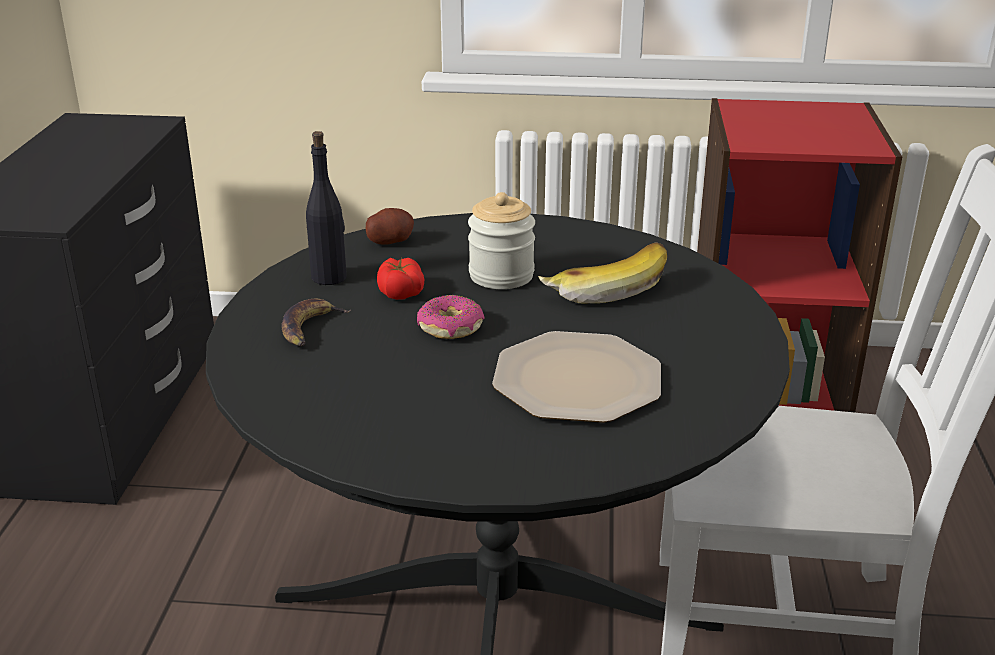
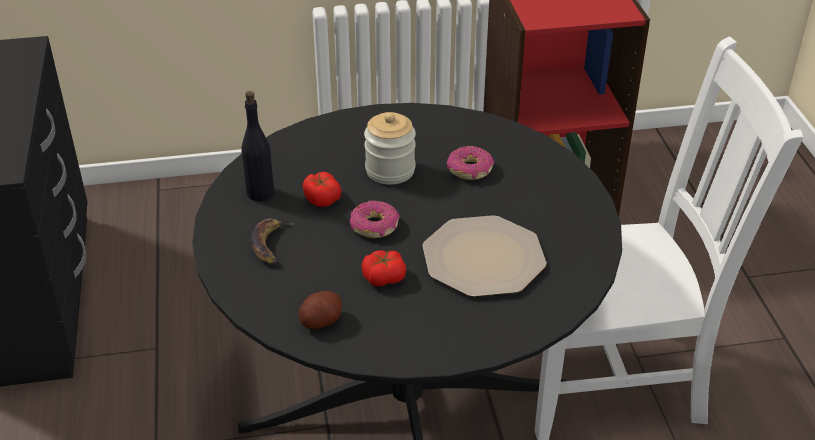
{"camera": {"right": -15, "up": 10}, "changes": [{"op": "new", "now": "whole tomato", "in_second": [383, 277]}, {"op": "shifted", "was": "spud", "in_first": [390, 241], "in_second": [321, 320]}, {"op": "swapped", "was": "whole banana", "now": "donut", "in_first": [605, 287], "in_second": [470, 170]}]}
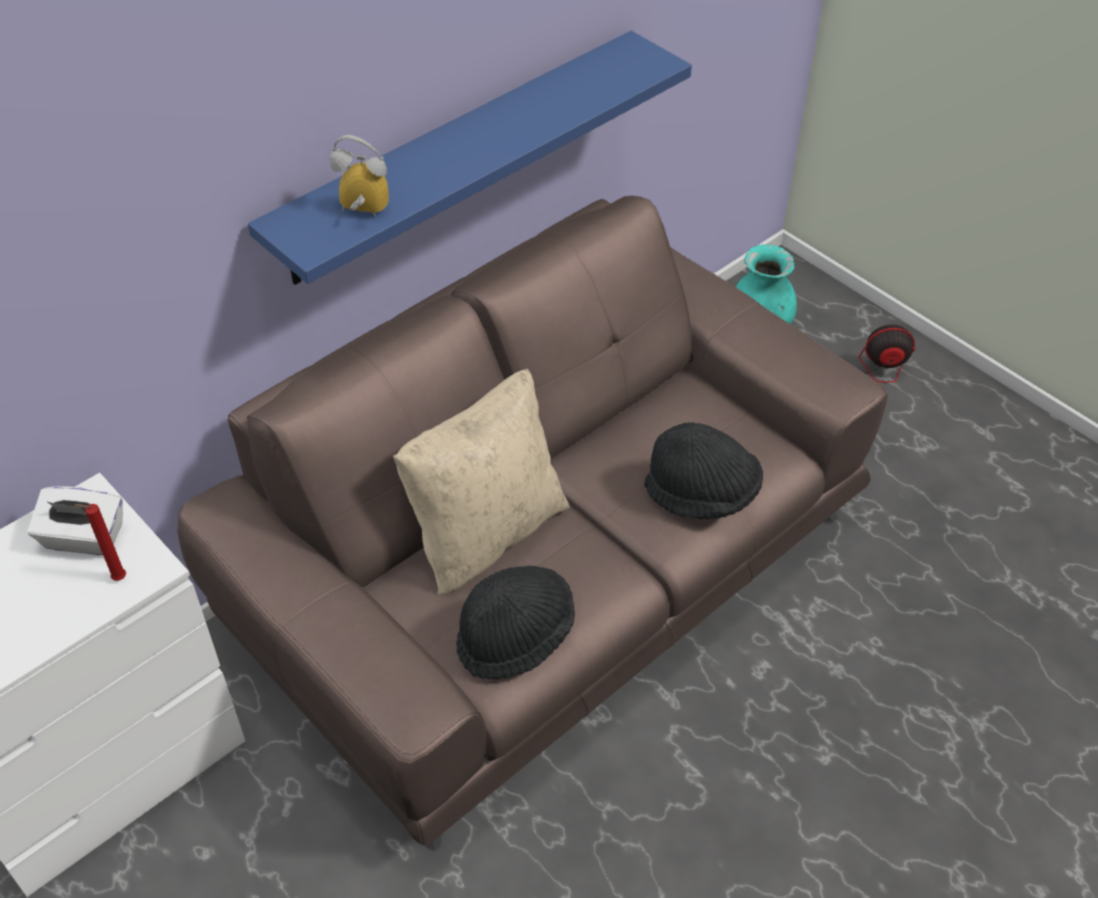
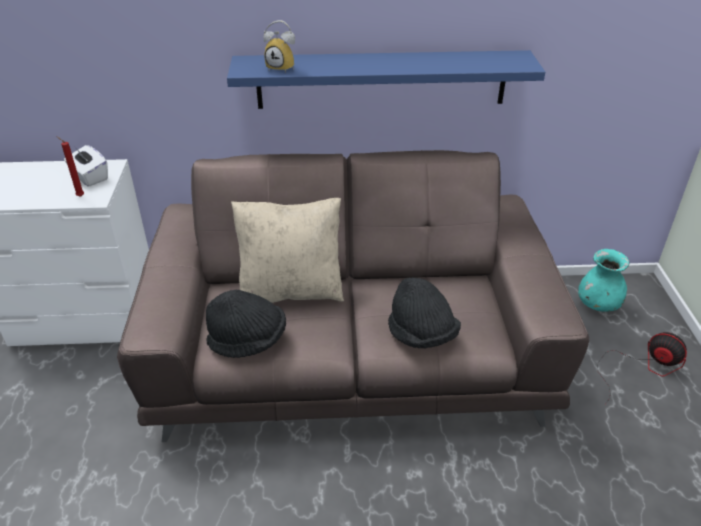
{"camera": {"right": 40, "up": -10}, "changes": [{"op": "rotated", "was": "alarm clock", "in_first": [361, 213], "in_second": [283, 68], "clockwise": 150}]}
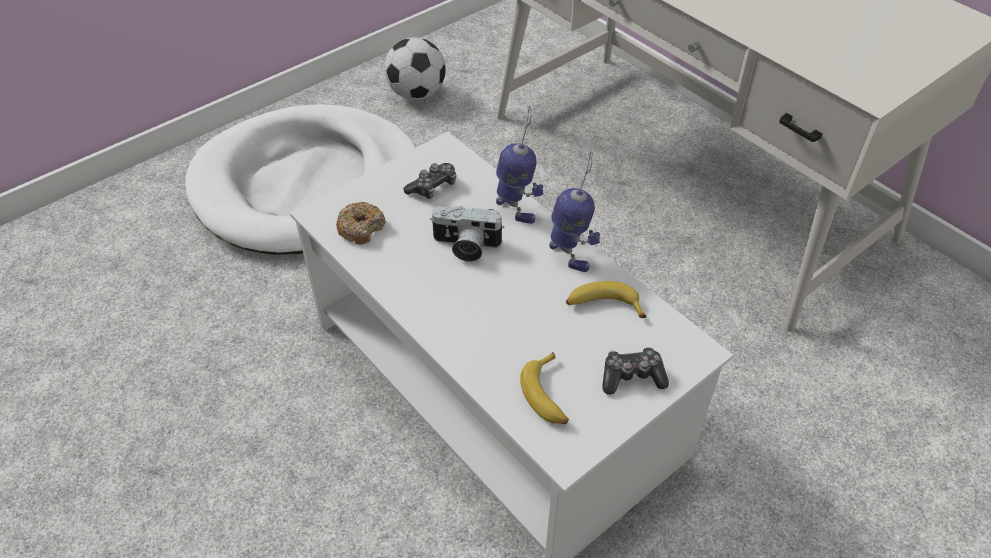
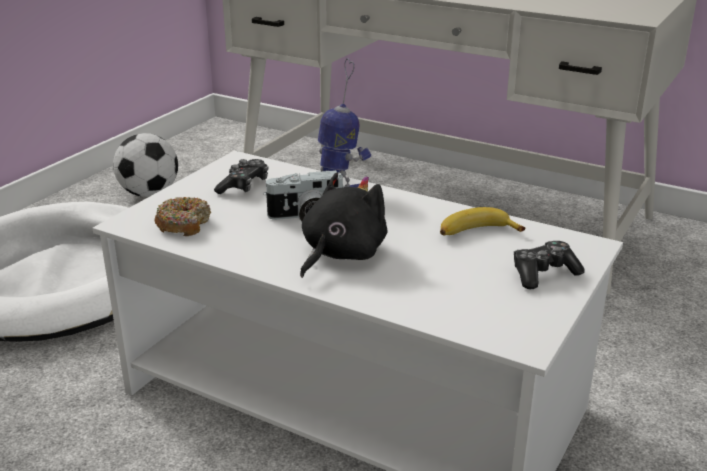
{"camera": {"right": -20, "up": -20}, "changes": [{"op": "gone", "was": "whole banana", "in_first": [548, 395]}, {"op": "gone", "was": "toy robot", "in_first": [570, 255]}, {"op": "new", "now": "cuddly toy (black)", "in_second": [340, 254]}]}
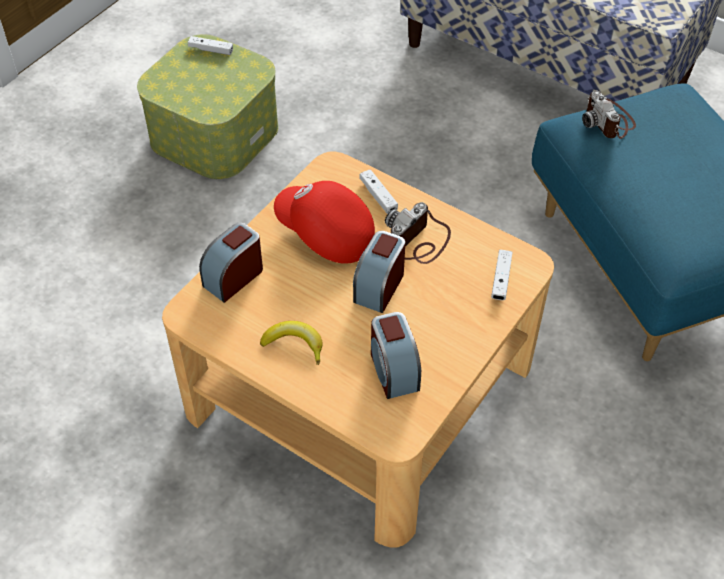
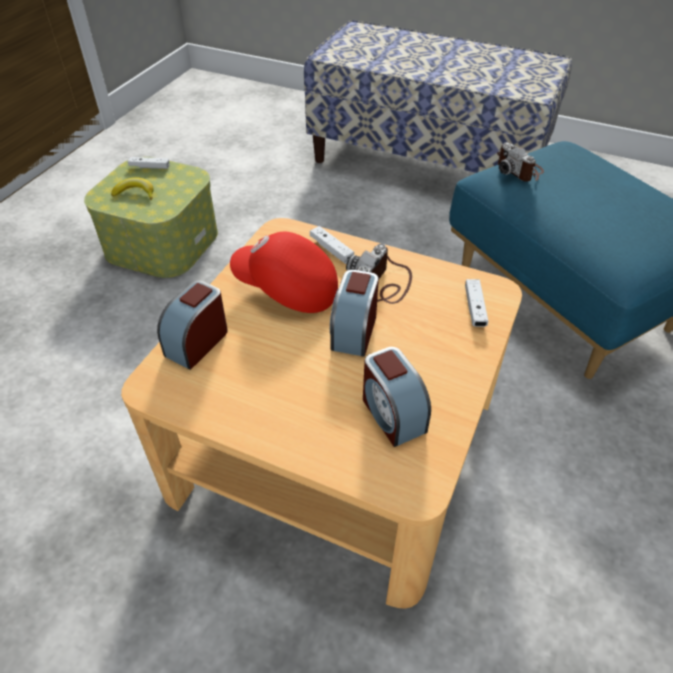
{"camera": {"right": -10, "up": -5}, "changes": [{"op": "shifted", "was": "whole banana", "in_first": [295, 344], "in_second": [135, 193]}]}
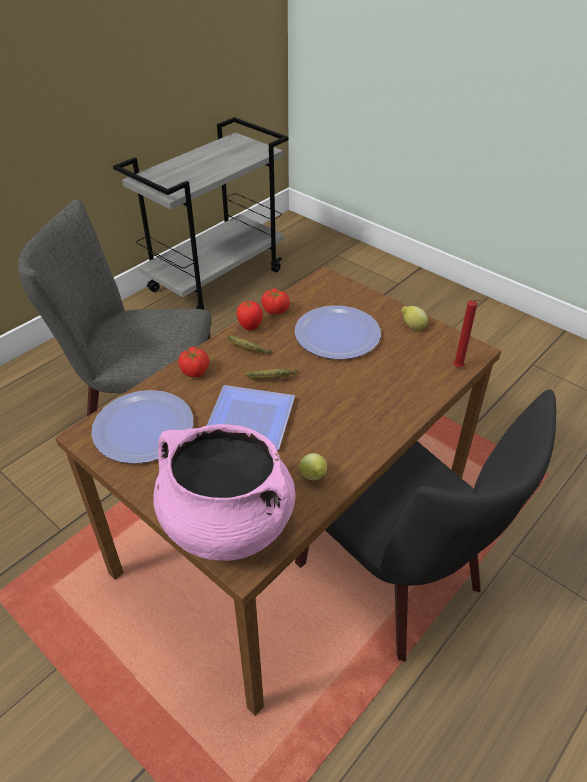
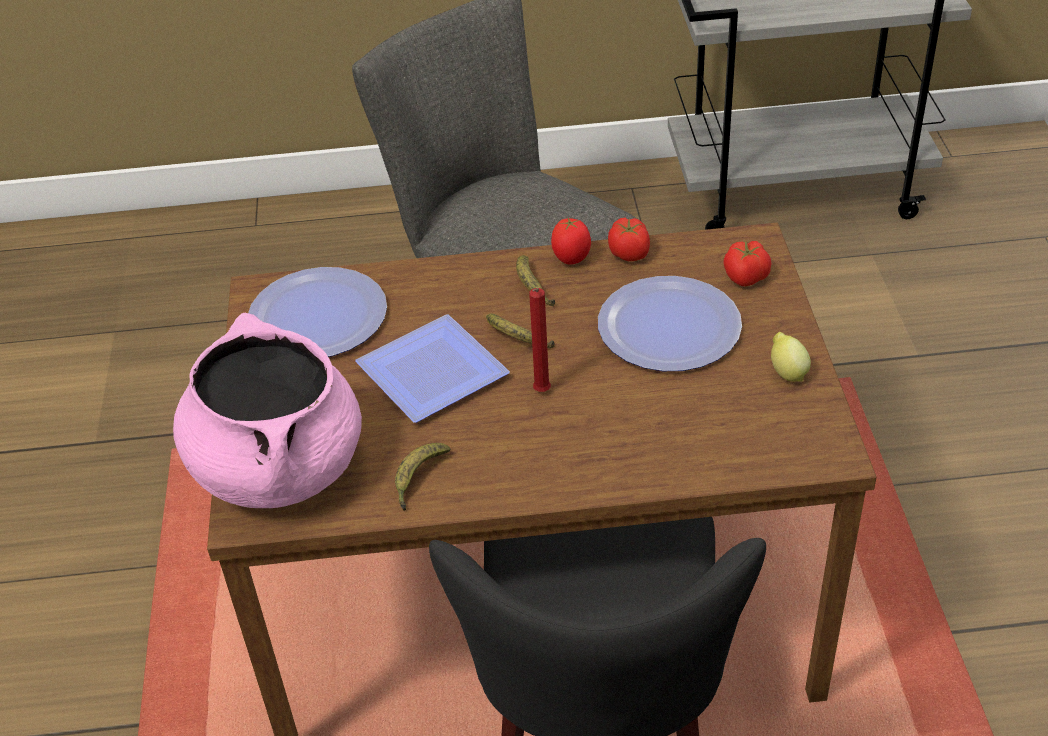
{"camera": {"right": 45, "up": 0}, "changes": [{"op": "shifted", "was": "whole tomato", "in_first": [195, 371], "in_second": [746, 278]}, {"op": "shifted", "was": "wax candle (red)", "in_first": [459, 368], "in_second": [541, 393]}, {"op": "swapped", "was": "whole lemon", "now": "whole banana", "in_first": [313, 477], "in_second": [418, 479]}]}
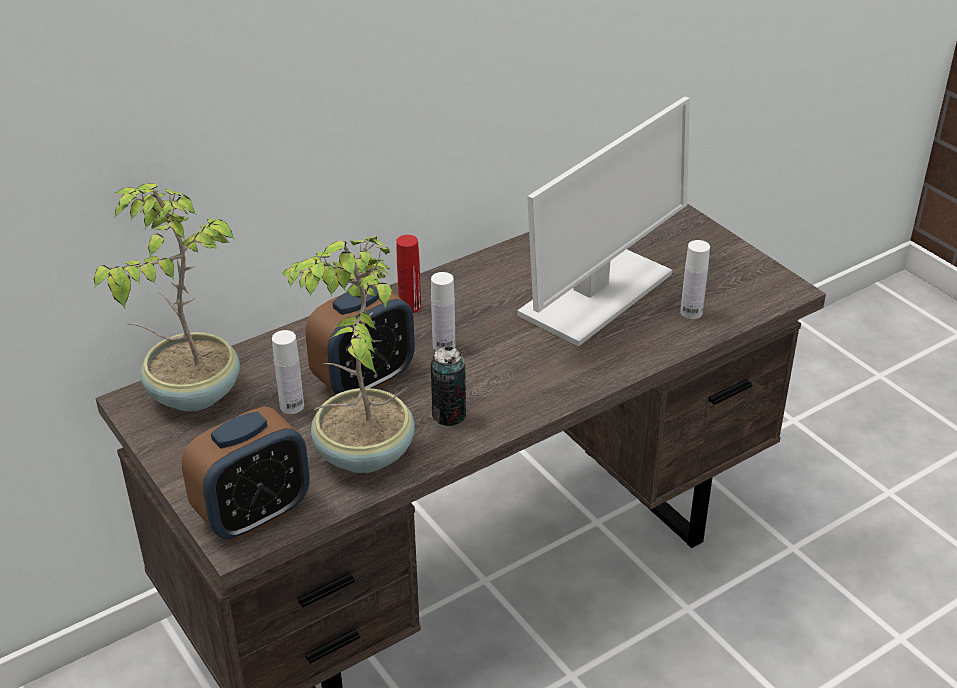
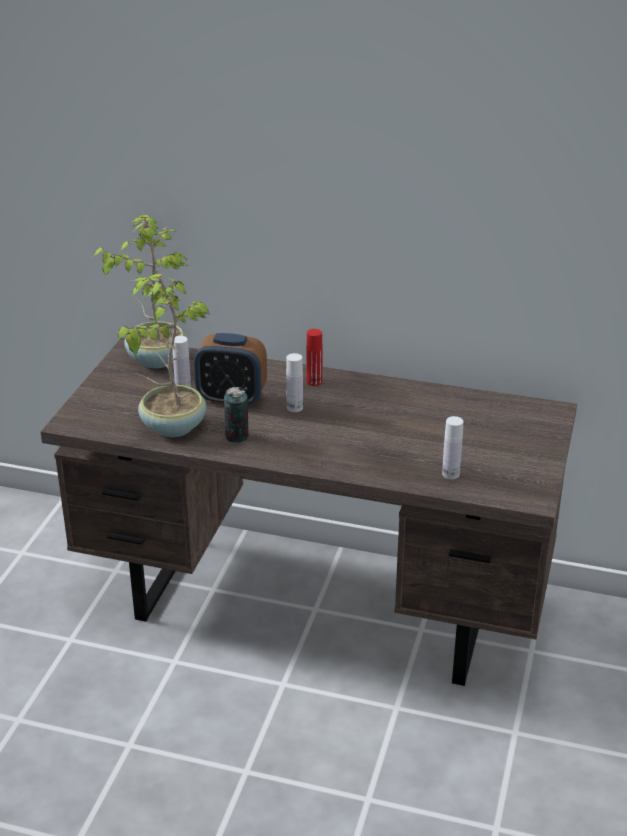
{"camera": {"right": 50, "up": -5}, "changes": [{"op": "gone", "was": "alarm clock", "in_first": [253, 514]}, {"op": "gone", "was": "computer screen", "in_first": [596, 296]}]}
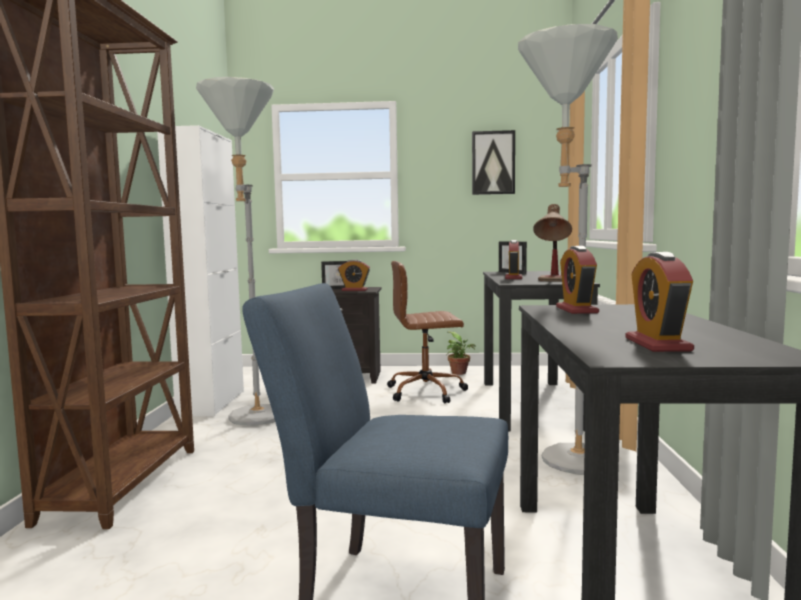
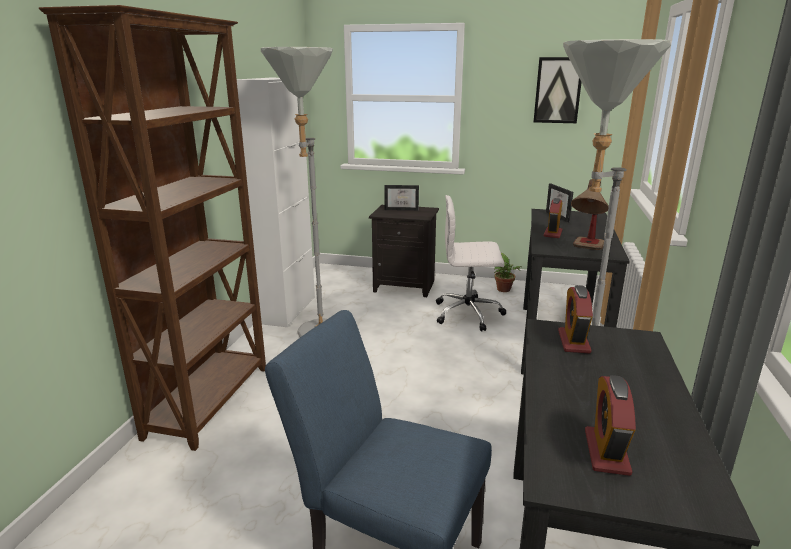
{"camera": {"right": 10, "up": 15}, "changes": [{"op": "gone", "was": "alarm clock", "in_first": [354, 290]}, {"op": "repainted", "was": "desk chair (brownish)", "now": "desk chair (white)", "in_first": [427, 392], "in_second": [469, 314]}]}
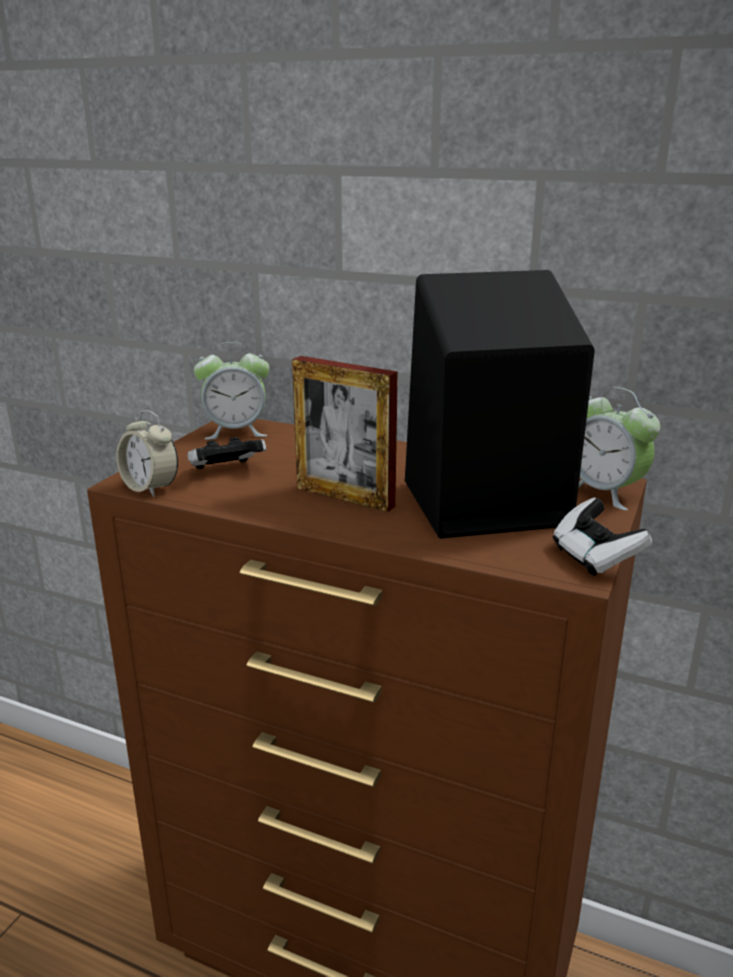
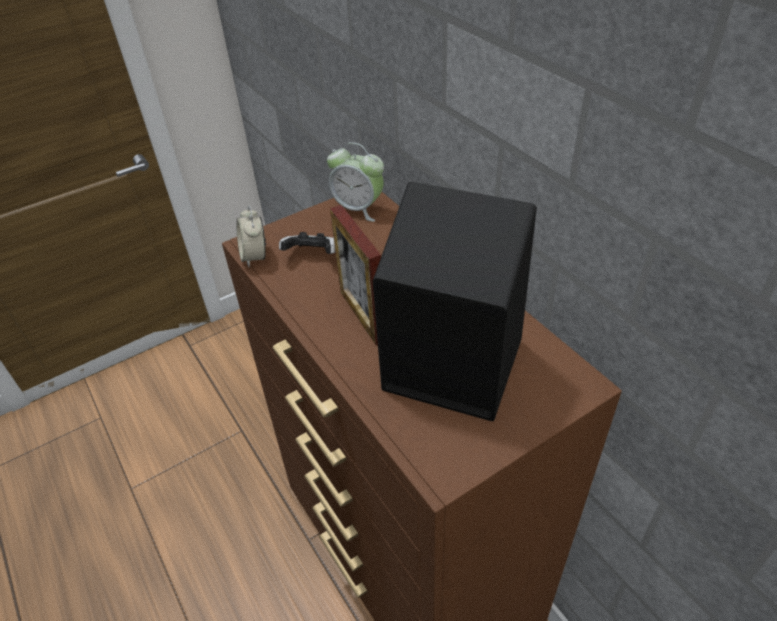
{"camera": {"right": 35, "up": 20}, "changes": [{"op": "gone", "was": "game controller", "in_first": [595, 558]}, {"op": "gone", "was": "alarm clock", "in_first": [605, 493]}]}
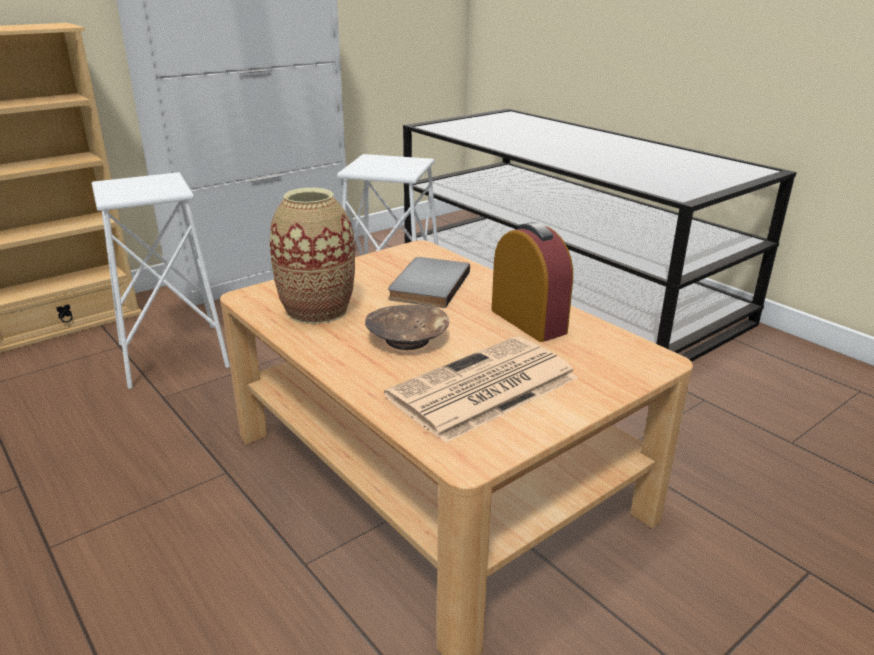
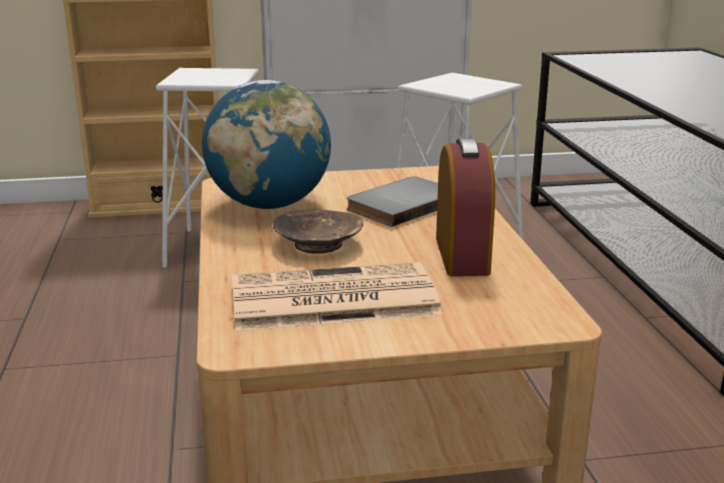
{"camera": {"right": 30, "up": -5}, "changes": [{"op": "swapped", "was": "flower vase", "now": "desk globe", "in_first": [317, 310], "in_second": [269, 205]}]}
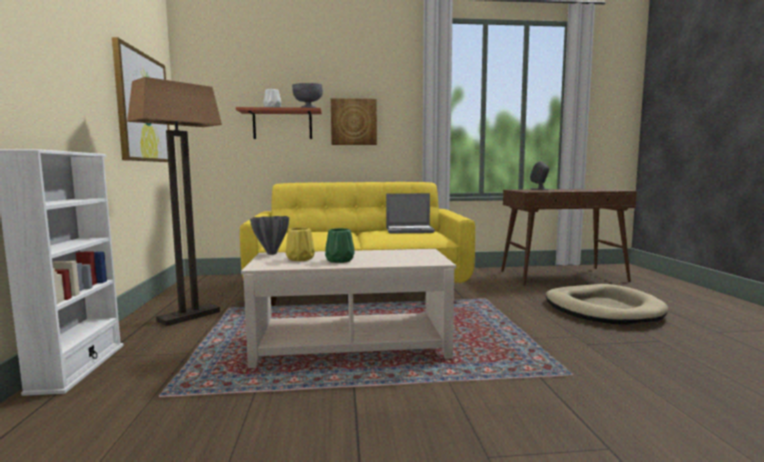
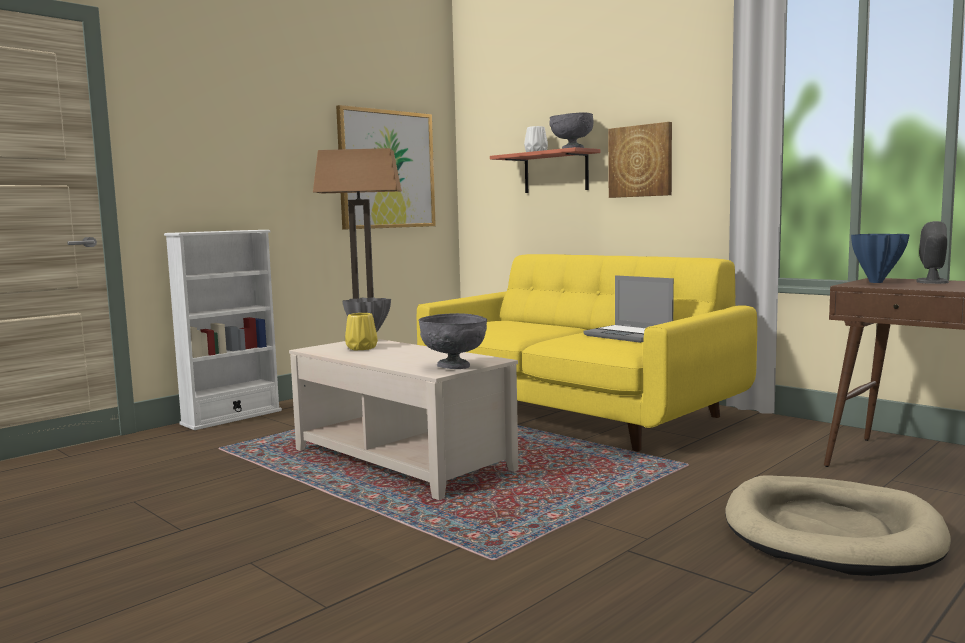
{"camera": {"right": 50, "up": 0}, "changes": [{"op": "gone", "was": "flower vase (greenish)", "in_first": [339, 260]}, {"op": "new", "now": "serving bowl (grey)", "in_second": [454, 367]}, {"op": "new", "now": "flower vase (bluish)", "in_second": [876, 282]}]}
